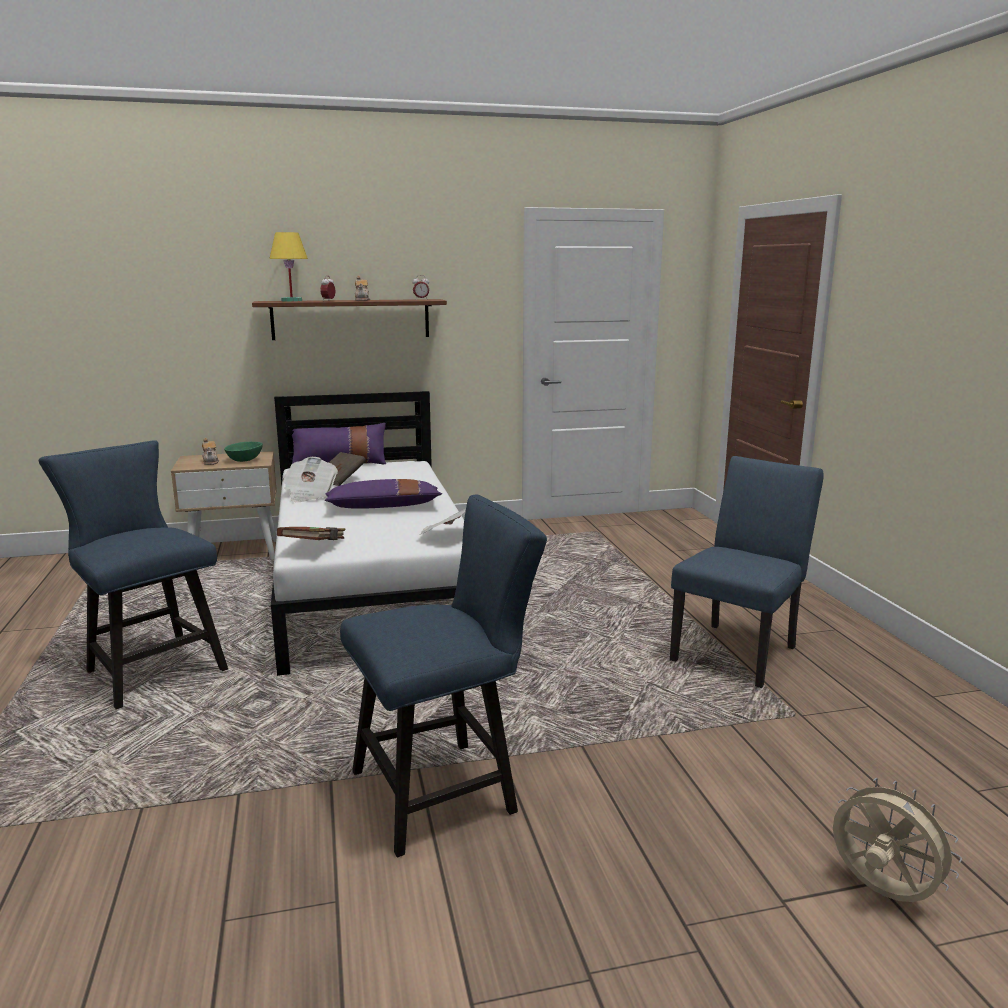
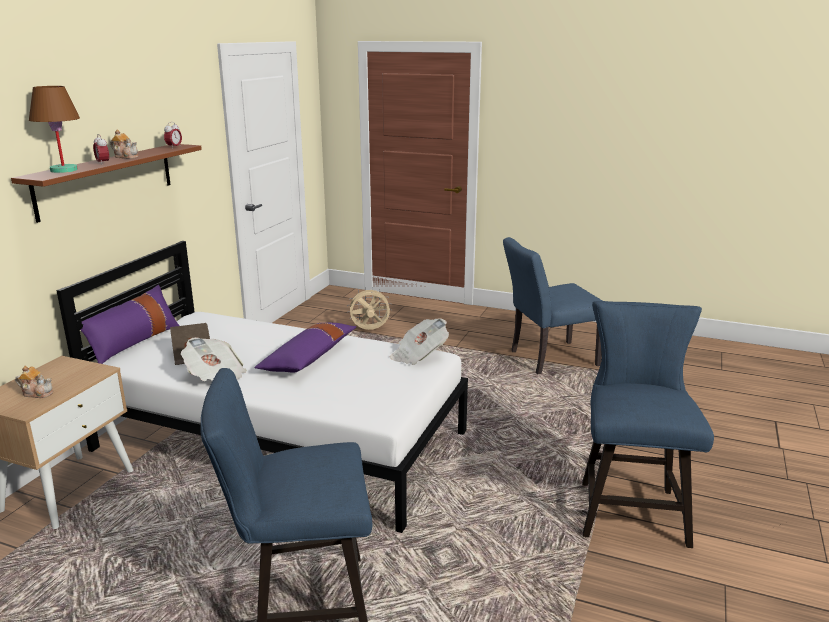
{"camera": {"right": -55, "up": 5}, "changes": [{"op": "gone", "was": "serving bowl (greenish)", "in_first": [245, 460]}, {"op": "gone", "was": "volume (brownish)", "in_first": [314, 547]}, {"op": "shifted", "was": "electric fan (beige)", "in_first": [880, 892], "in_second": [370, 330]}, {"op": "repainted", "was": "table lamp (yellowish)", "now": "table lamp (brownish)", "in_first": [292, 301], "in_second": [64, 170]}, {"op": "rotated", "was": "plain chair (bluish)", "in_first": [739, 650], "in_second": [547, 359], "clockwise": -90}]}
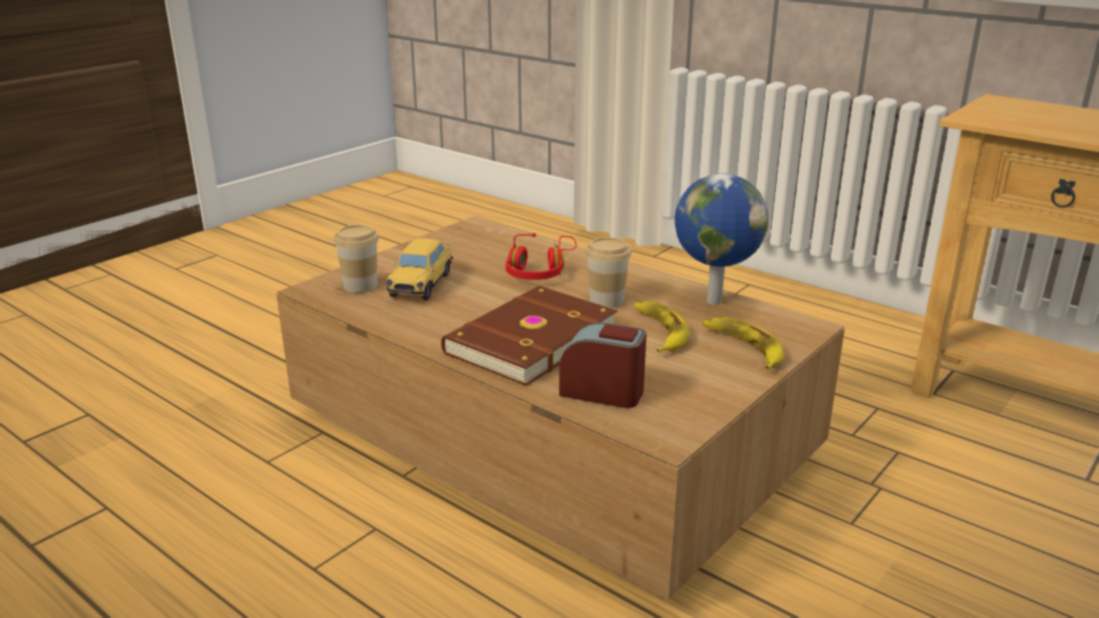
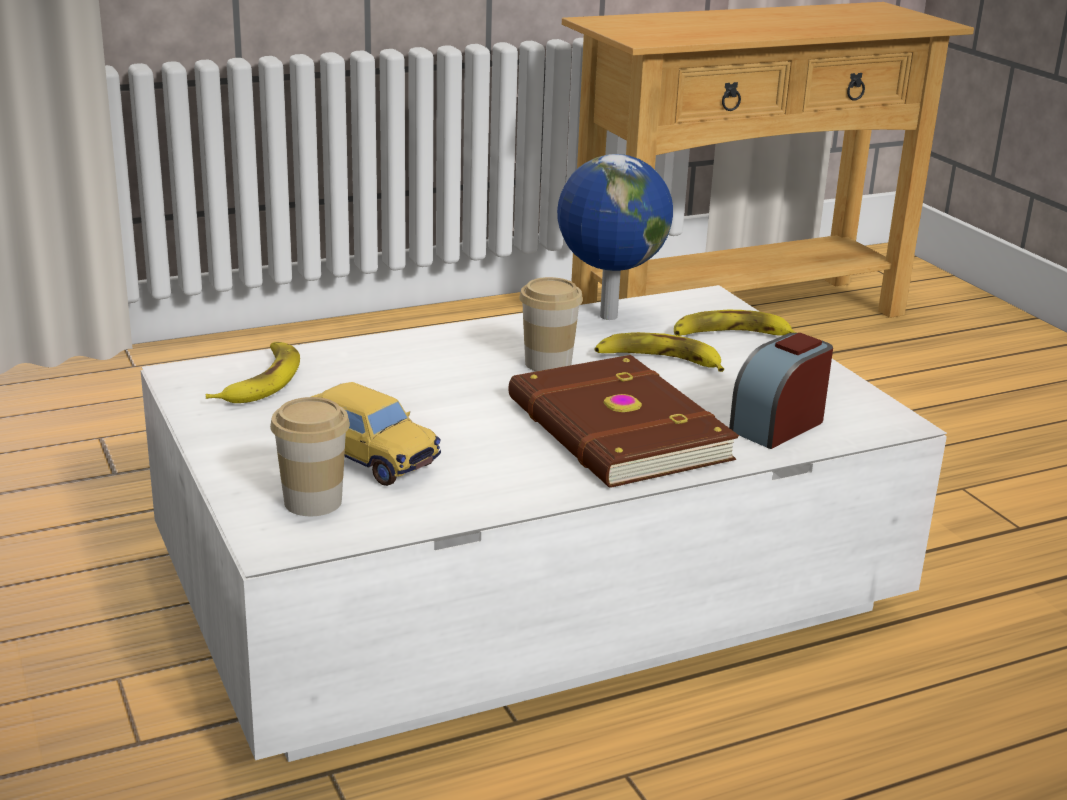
{"camera": {"right": -65, "up": 0}, "changes": [{"op": "gone", "was": "headphones (red)", "in_first": [540, 271]}, {"op": "new", "now": "whole banana", "in_second": [261, 381]}, {"op": "repainted", "was": "coffee table (brownish)", "now": "coffee table (white)", "in_first": [551, 439], "in_second": [528, 583]}]}
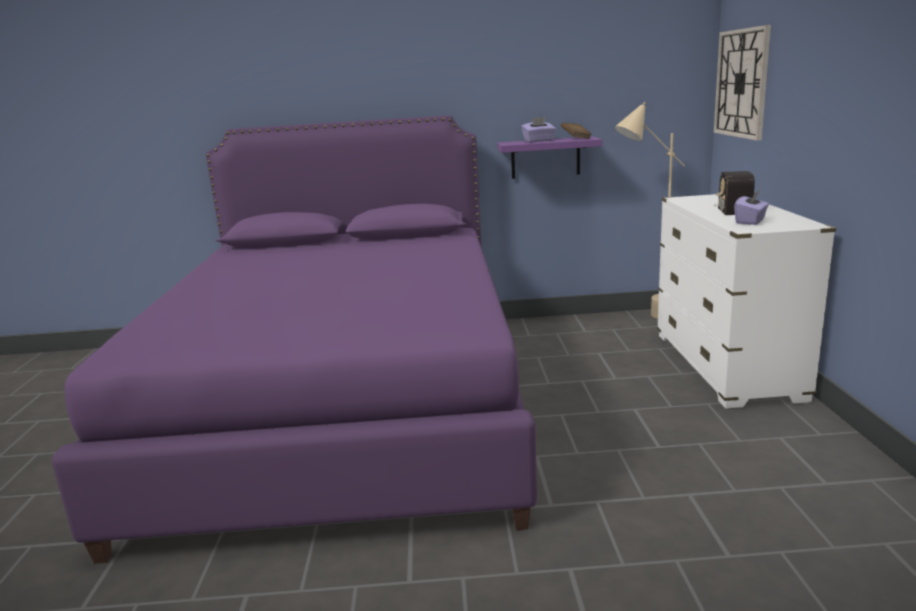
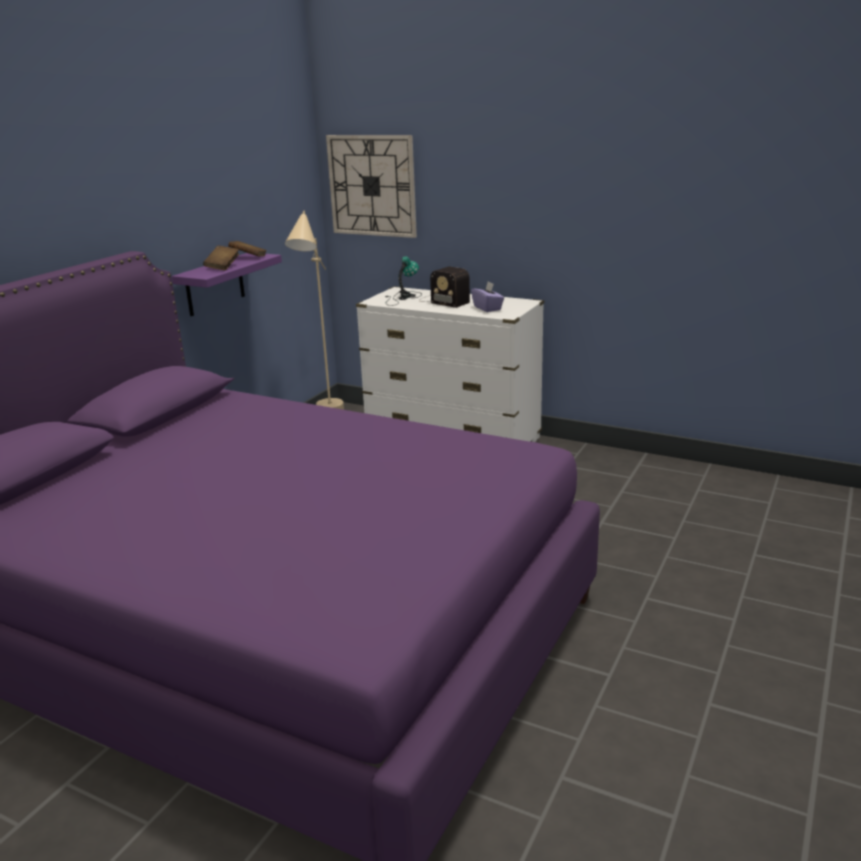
{"camera": {"right": -60, "up": 5}, "changes": [{"op": "new", "now": "table lamp", "in_second": [402, 298]}, {"op": "swapped", "was": "tissue box (purplish)", "now": "volume (brownish)", "in_first": [538, 141], "in_second": [222, 267]}]}
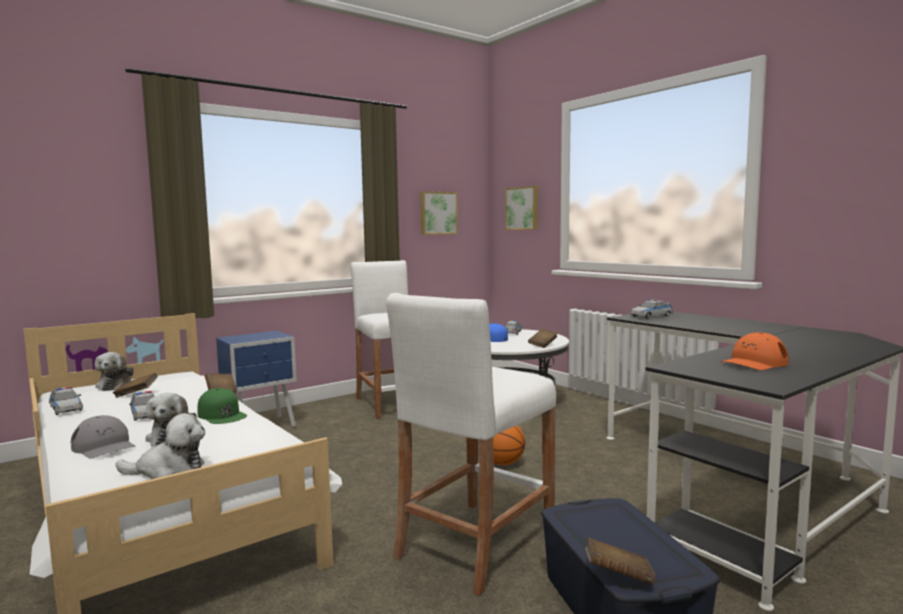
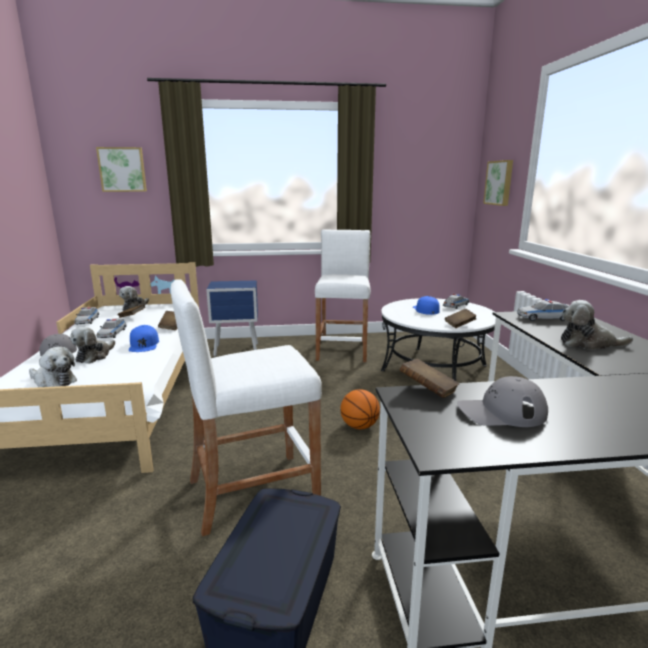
{"camera": {"right": 30, "up": 10}, "changes": [{"op": "new", "now": "cuddly toy", "in_second": [588, 343]}, {"op": "shifted", "was": "picture", "in_first": [438, 213], "in_second": [122, 169]}, {"op": "shifted", "was": "volume (brownish)", "in_first": [618, 577], "in_second": [428, 390]}, {"op": "repainted", "was": "cap (greenish)", "now": "cap (bluish)", "in_first": [222, 415], "in_second": [144, 344]}, {"op": "repainted", "was": "cap (orangey)", "now": "cap (grey)", "in_first": [753, 363], "in_second": [501, 412]}]}
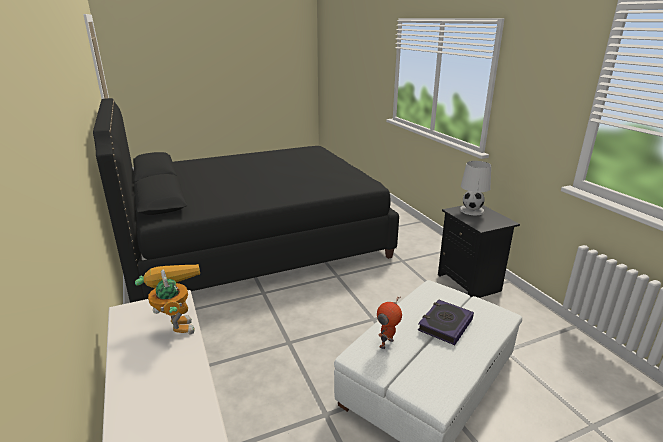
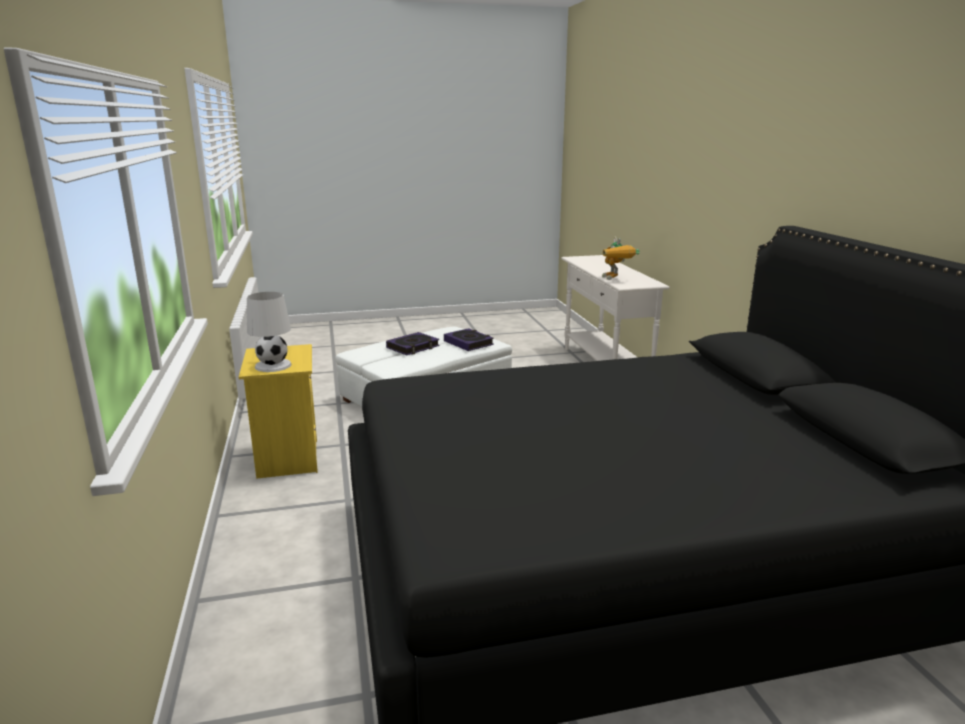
{"camera": {"right": -170, "up": -5}, "changes": [{"op": "swapped", "was": "toy robot", "now": "volume", "in_first": [387, 344], "in_second": [468, 343]}, {"op": "repainted", "was": "bedside table (black)", "now": "bedside table (yellowish)", "in_first": [470, 283], "in_second": [286, 458]}]}
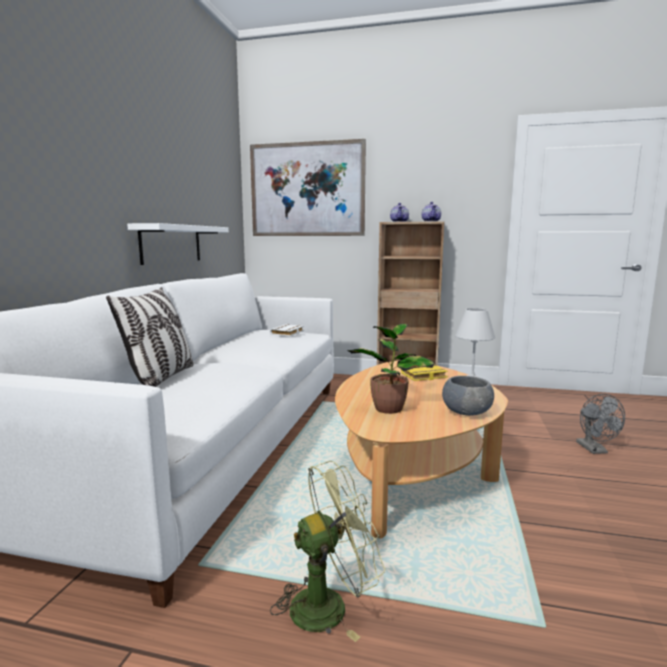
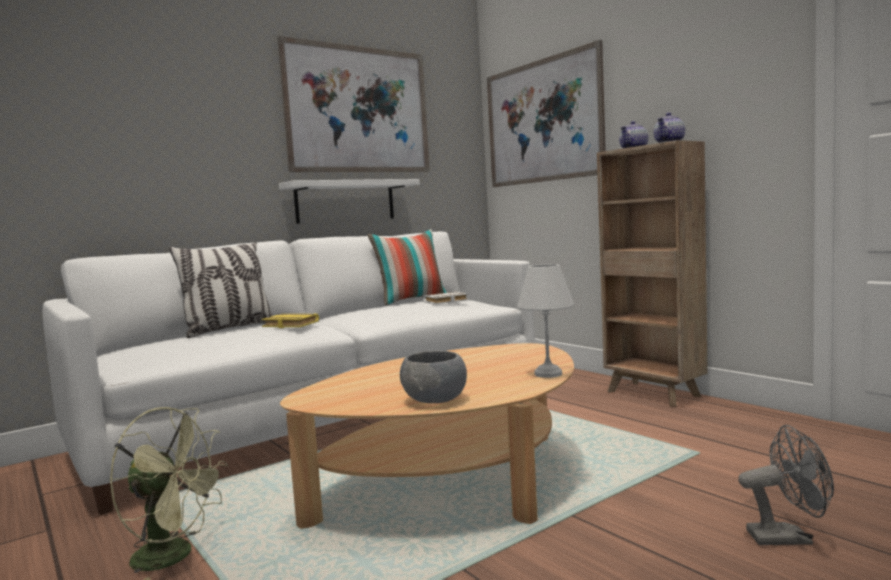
{"camera": {"right": 40, "up": -5}, "changes": [{"op": "gone", "was": "potted plant", "in_first": [389, 408]}, {"op": "new", "now": "picture", "in_second": [359, 110]}, {"op": "new", "now": "cushion", "in_second": [412, 301]}, {"op": "shifted", "was": "volume (yellowish)", "in_first": [423, 376], "in_second": [289, 325]}, {"op": "rotated", "was": "electric fan (grey)", "in_first": [595, 450], "in_second": [788, 537], "clockwise": -120}]}
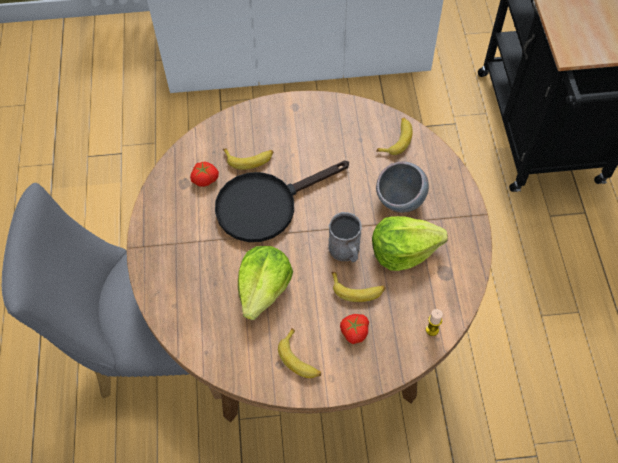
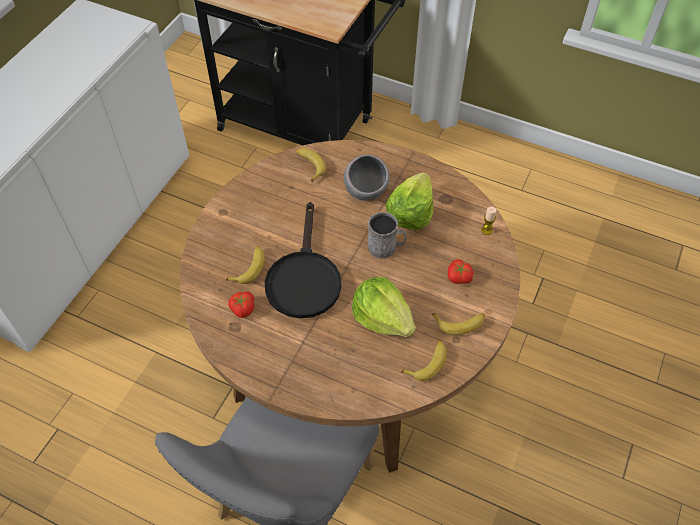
{"camera": {"right": -60, "up": -5}, "changes": [{"op": "shifted", "was": "whole banana", "in_first": [357, 289], "in_second": [427, 362]}]}
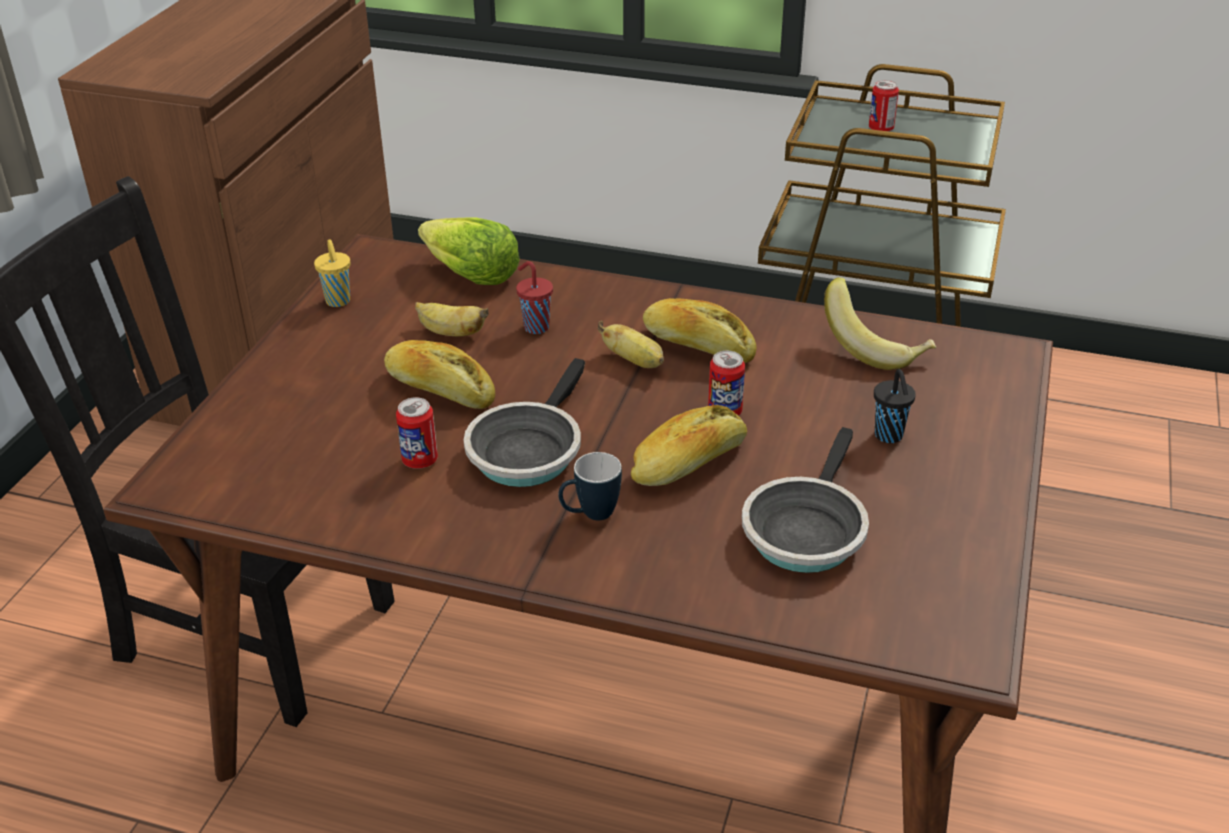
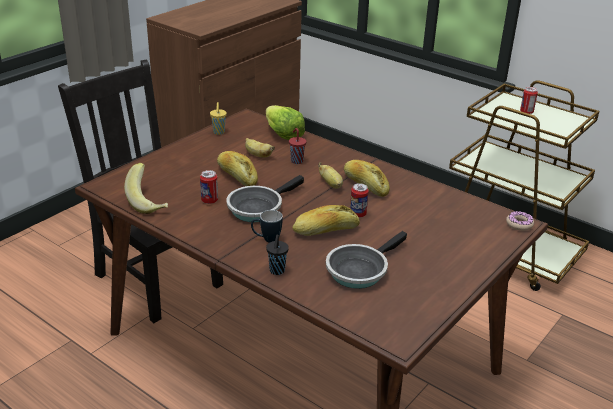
{"camera": {"right": 20, "up": -5}, "changes": [{"op": "new", "now": "donut", "in_second": [519, 224]}, {"op": "shifted", "was": "whole banana", "in_first": [875, 348], "in_second": [149, 202]}, {"op": "shifted", "was": "cup (black)", "in_first": [889, 436], "in_second": [277, 271]}]}
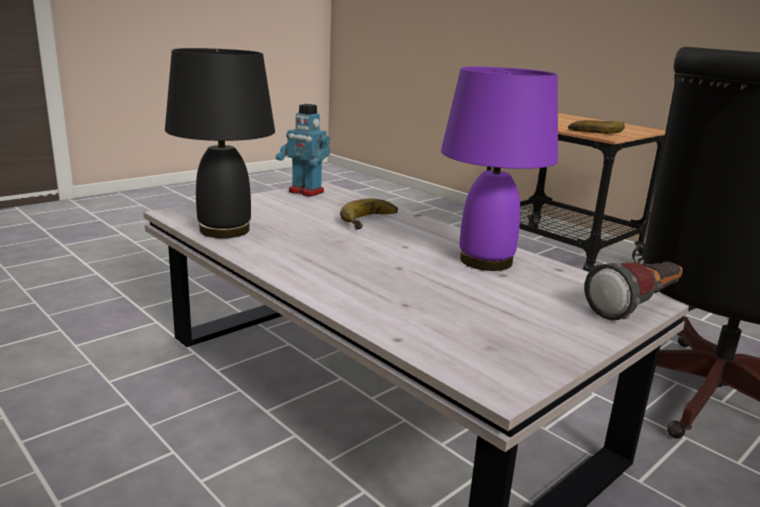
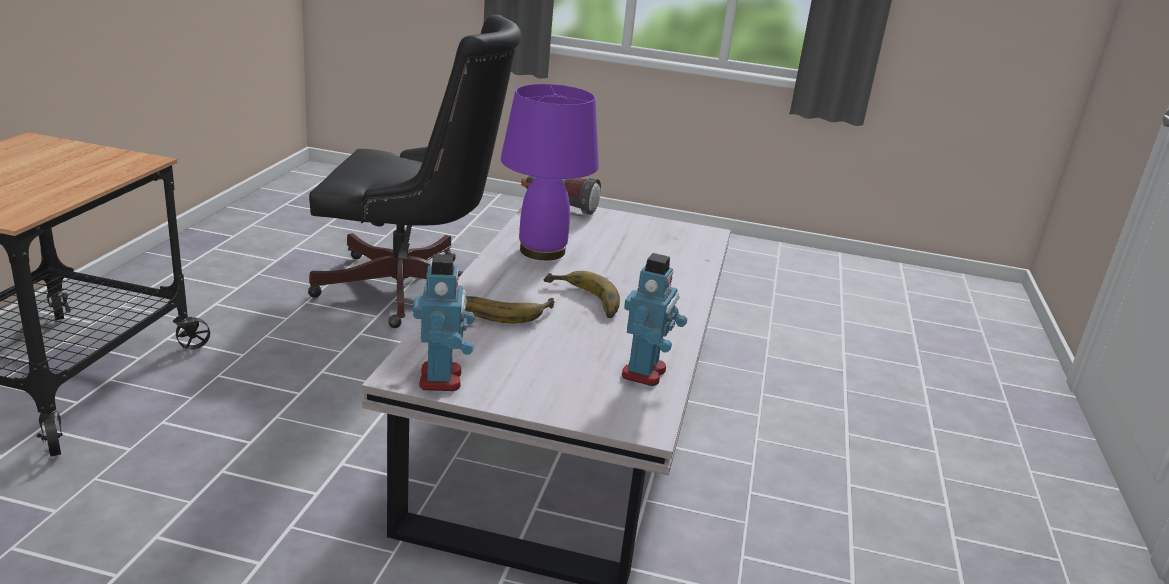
{"camera": {"right": -125, "up": 5}, "changes": [{"op": "shifted", "was": "whole banana", "in_first": [595, 130], "in_second": [582, 301]}, {"op": "swapped", "was": "table lamp (black)", "now": "toy robot", "in_first": [226, 230], "in_second": [645, 373]}]}
